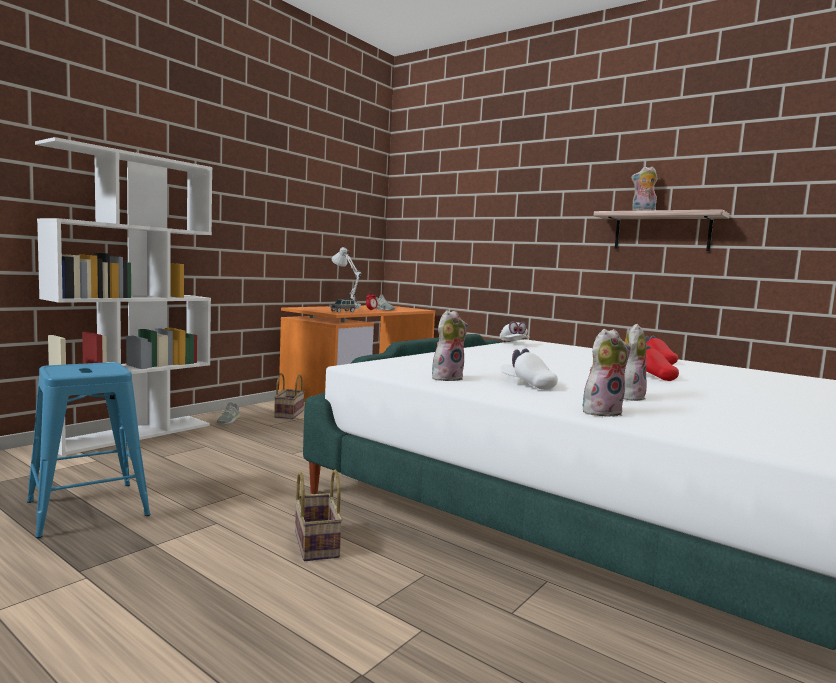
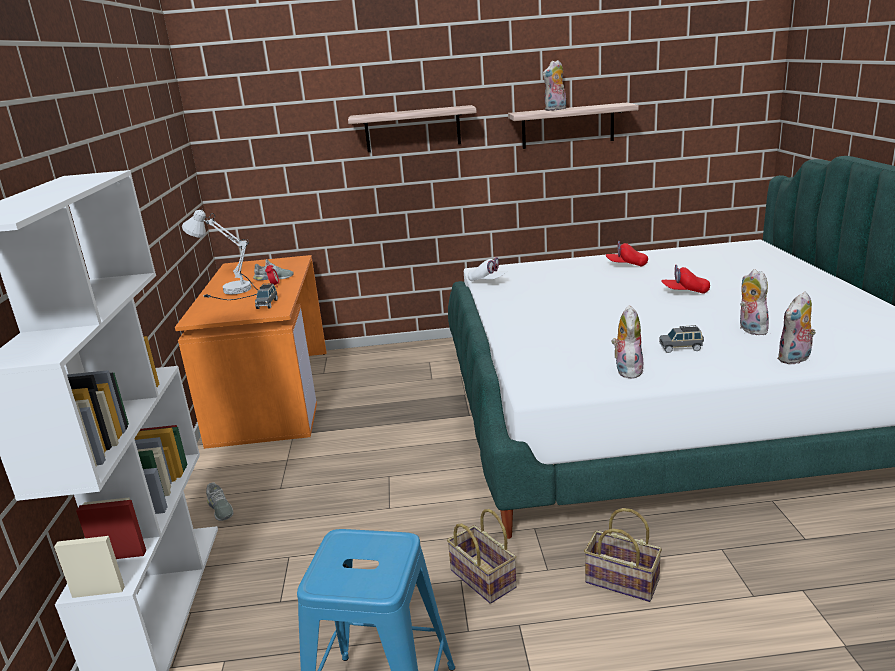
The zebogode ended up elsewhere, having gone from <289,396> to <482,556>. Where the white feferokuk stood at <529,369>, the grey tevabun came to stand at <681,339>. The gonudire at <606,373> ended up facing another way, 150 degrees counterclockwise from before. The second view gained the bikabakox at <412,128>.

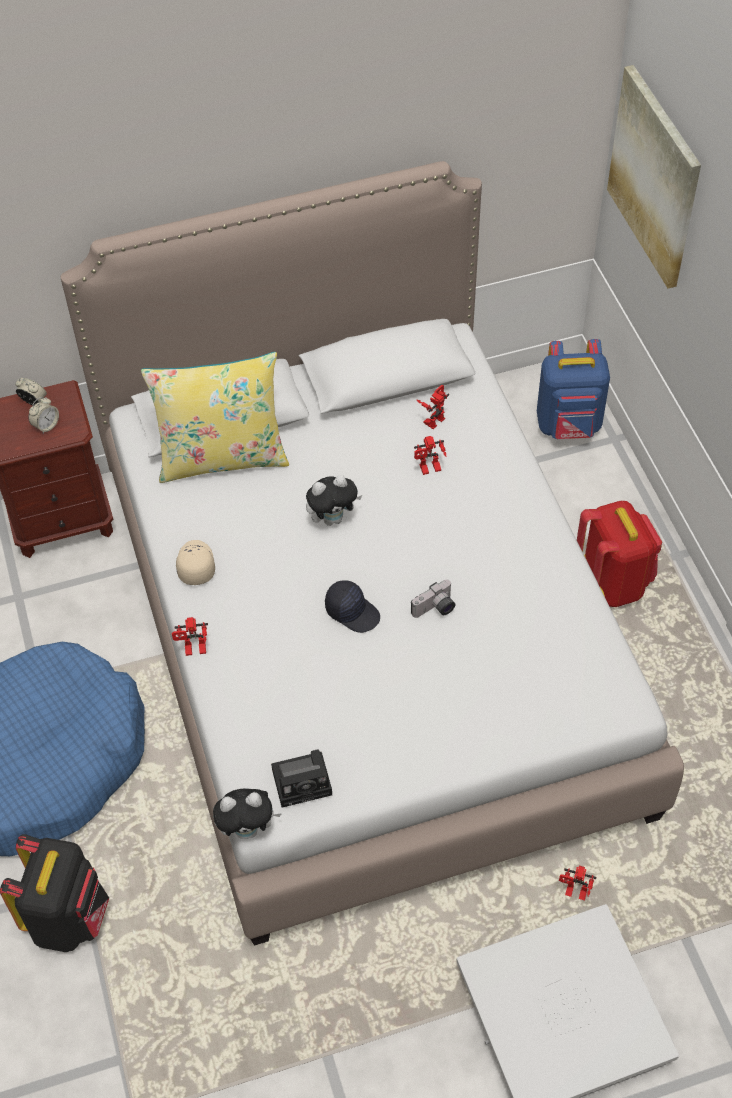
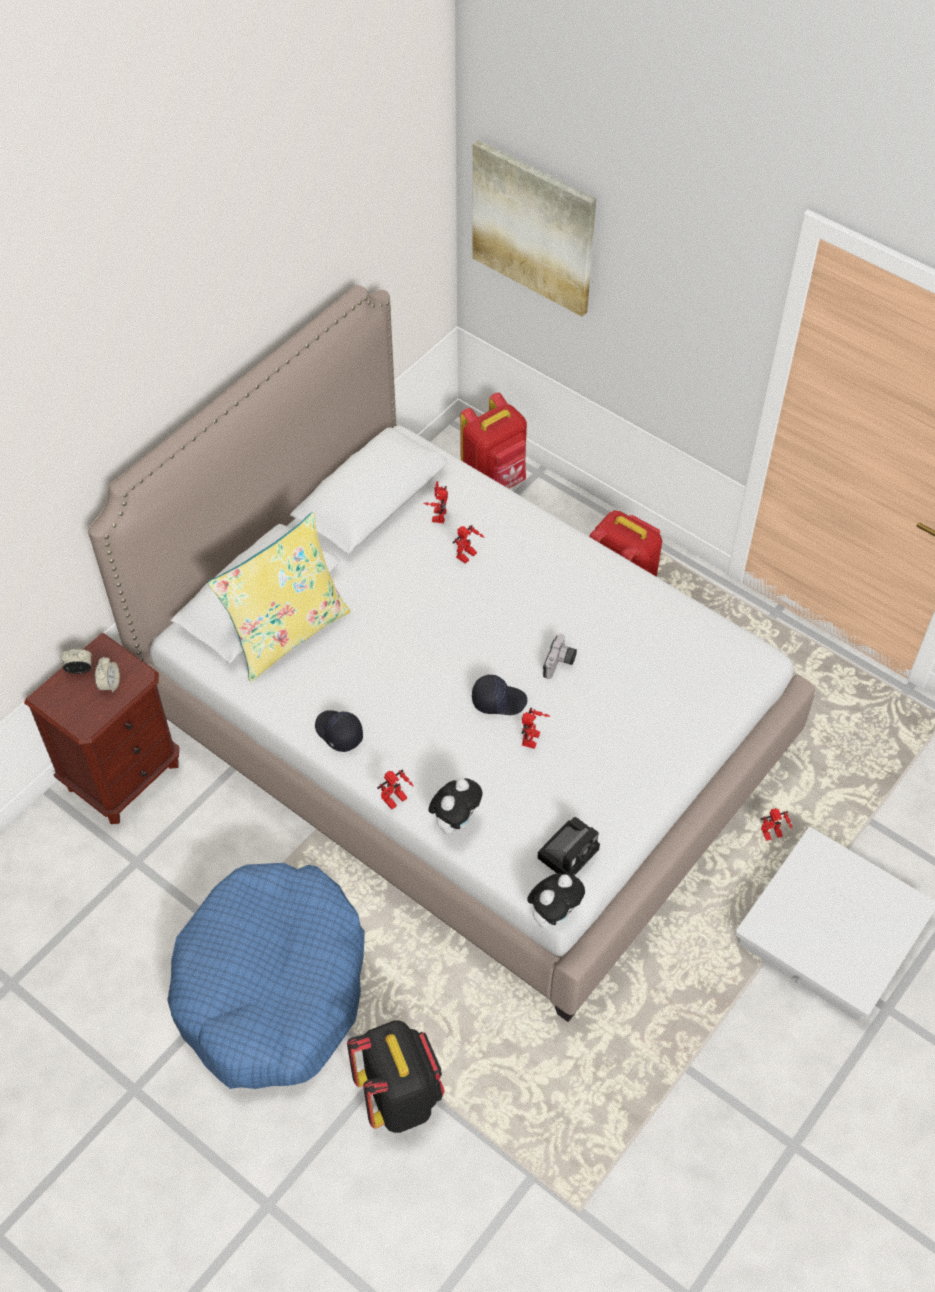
What was the beige feferokuk at <195,562> turned into the black feferokuk at <339,731>. The gonudire ended up elsewhere, having gone from <334,500> to <456,806>. What was the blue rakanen at <573,389> turned into the red rakanen at <493,441>. The second view gained the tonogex at <535,728>.

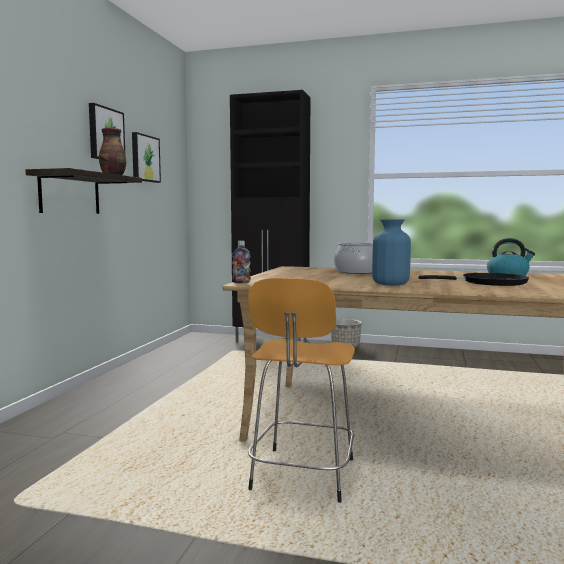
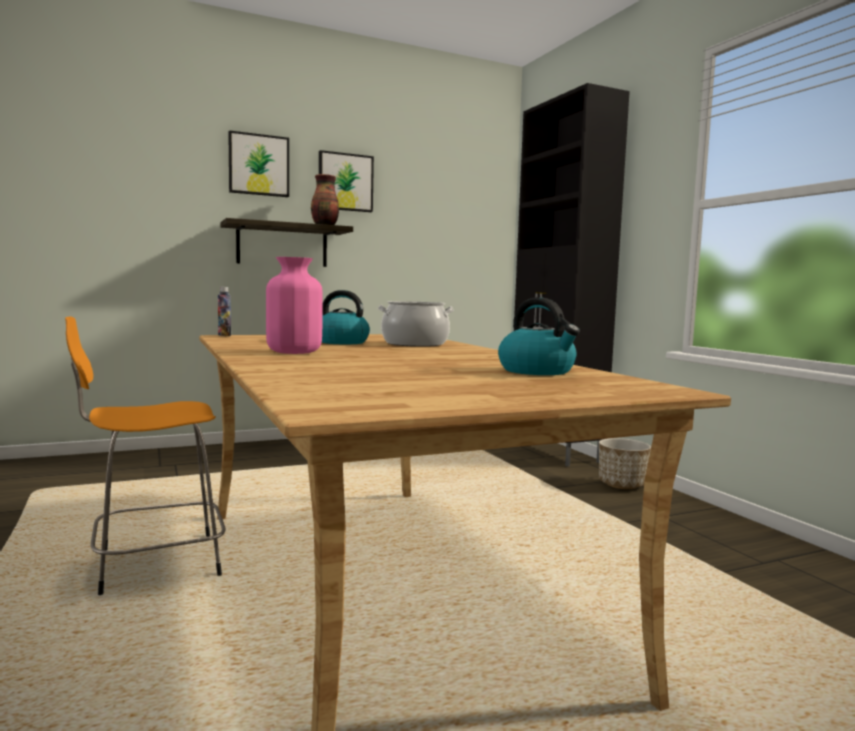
The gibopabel ended up elsewhere, having gone from <146,157> to <258,163>. What was the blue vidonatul at <391,252> turned into the pink vidonatul at <294,305>. The second view lost the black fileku at <473,279>. The second view gained the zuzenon at <346,317>.

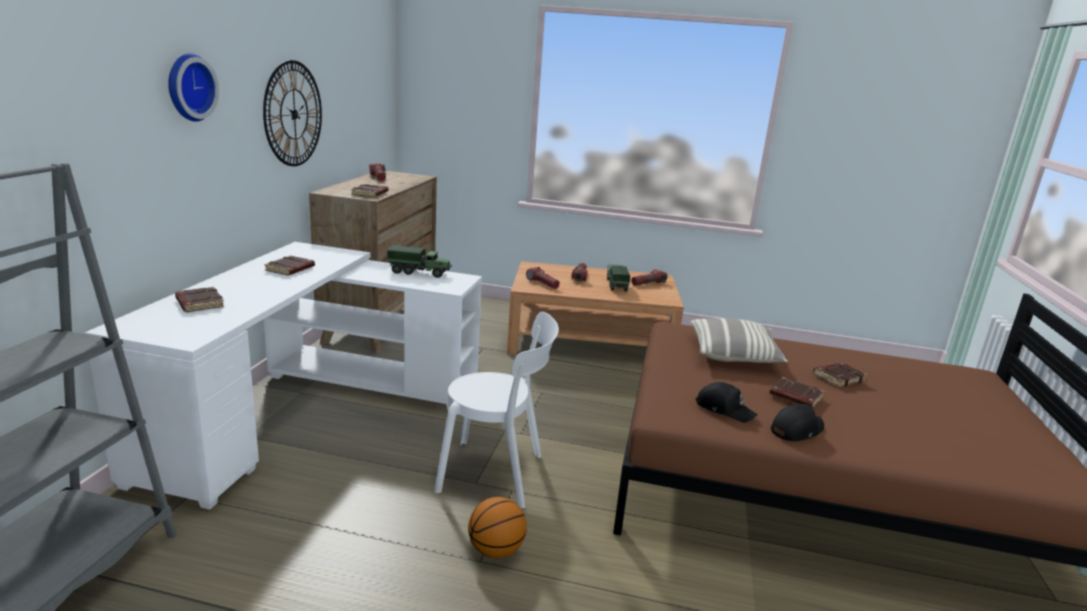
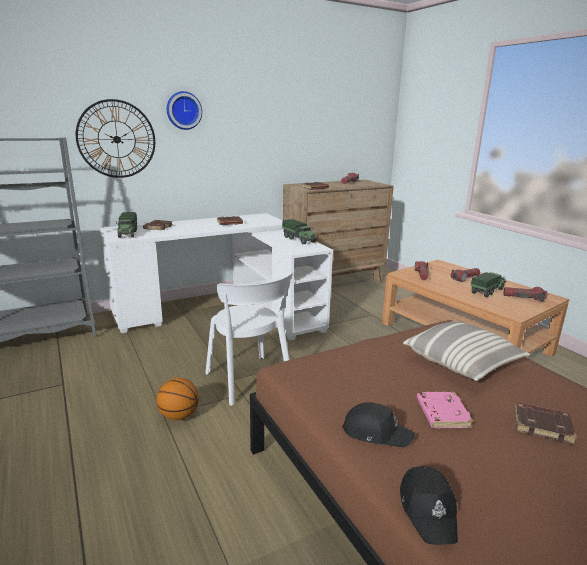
The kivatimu ended up elsewhere, having gone from <292,113> to <115,138>. The black feferokuk ended up elsewhere, having gone from <726,402> to <429,505>. What was the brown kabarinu at <797,392> turned into the pink kabarinu at <445,410>. The second view gained the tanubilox at <126,225>.

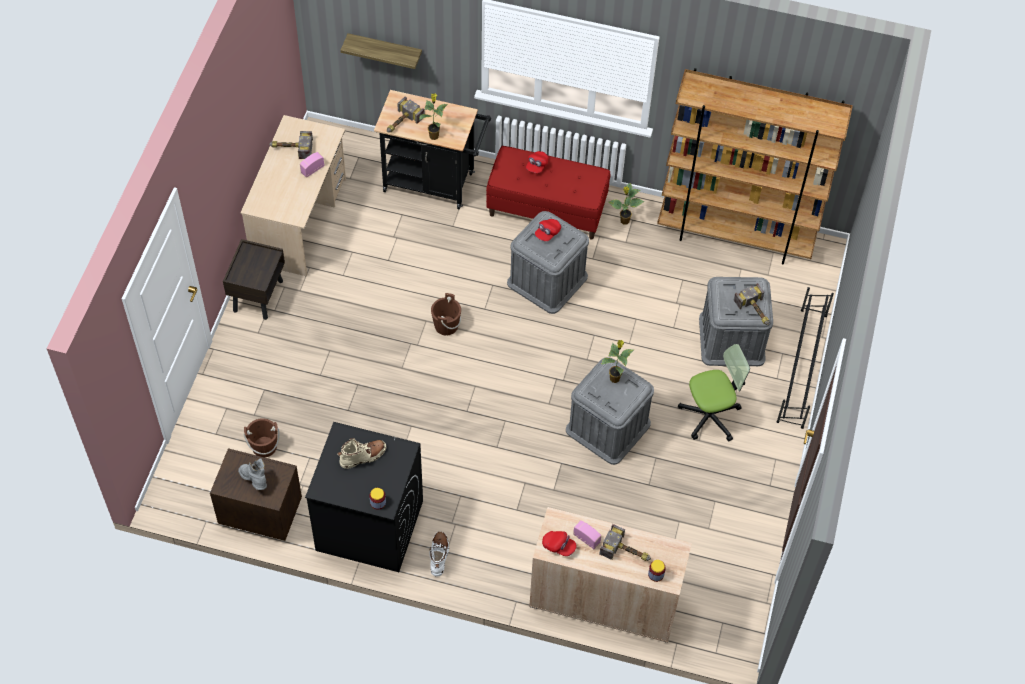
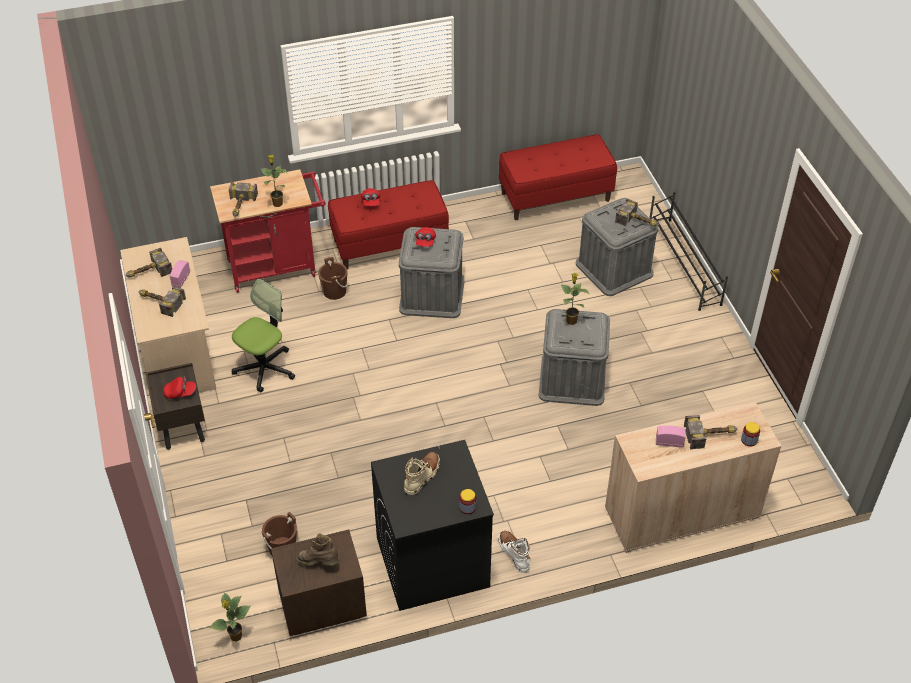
What was the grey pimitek at <252,474> turned into the brown pimitek at <318,549>. The second view lost the bikabakox at <381,51>. What was the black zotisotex at <432,149> turned into the red zotisotex at <268,231>. The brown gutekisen ended up elsewhere, having gone from <446,314> to <333,278>. The red feferokuk ended up elsewhere, having gone from <559,543> to <179,387>. The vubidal ended up elsewhere, having gone from <626,204> to <230,616>. Where the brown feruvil stood at <755,166>, the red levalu came to stand at <558,177>. The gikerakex ended up elsewhere, having gone from <714,393> to <263,335>. The second view gained the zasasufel at <162,301>.

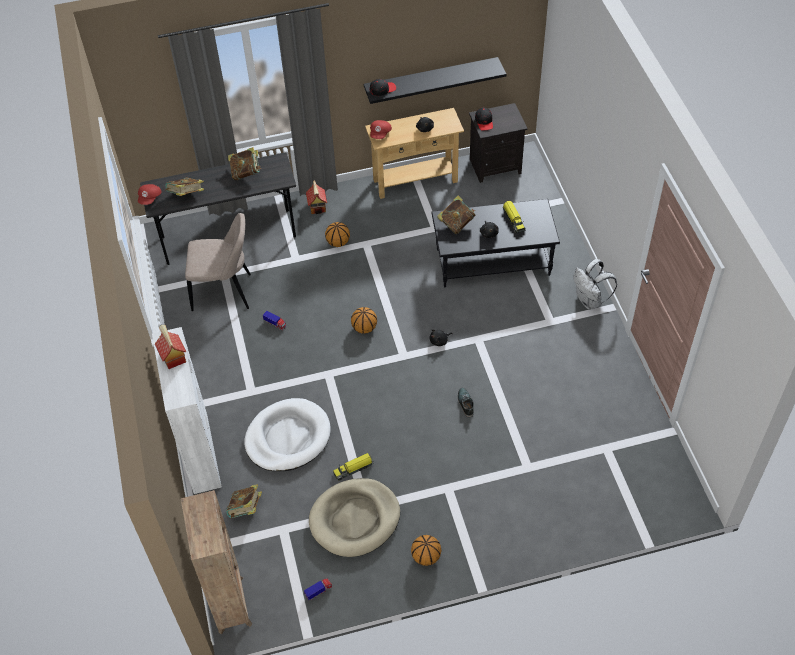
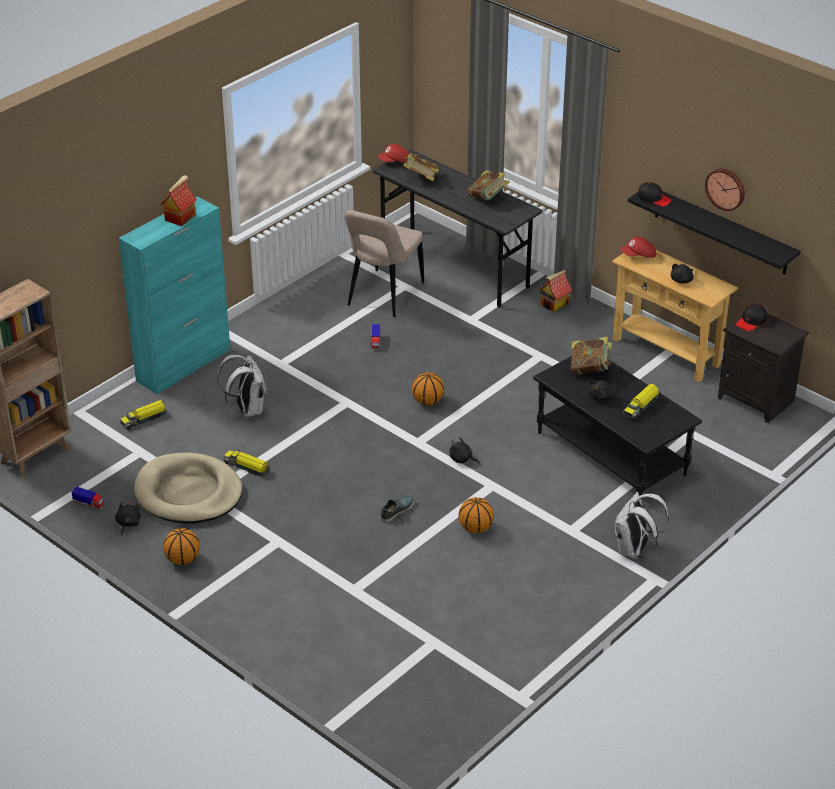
What was the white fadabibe at <187,410> turned into the turquoise fadabibe at <174,295>. The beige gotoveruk at <218,262> ended up facing another way, 60 degrees clockwise from before. Where the kabarinu stood at <244,501>, the tanubilox came to stand at <143,415>. Where the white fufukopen stood at <287,434>, the white rakanen came to stand at <241,386>. The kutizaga ended up elsewhere, having gone from <337,234> to <476,515>. The second view gained the black gonudire at <128,518>. The second view gained the kivatimu at <725,189>.

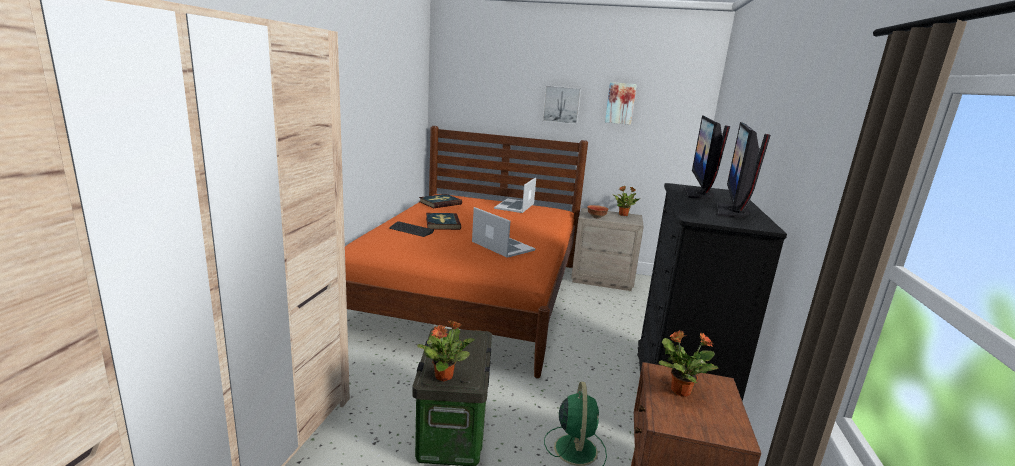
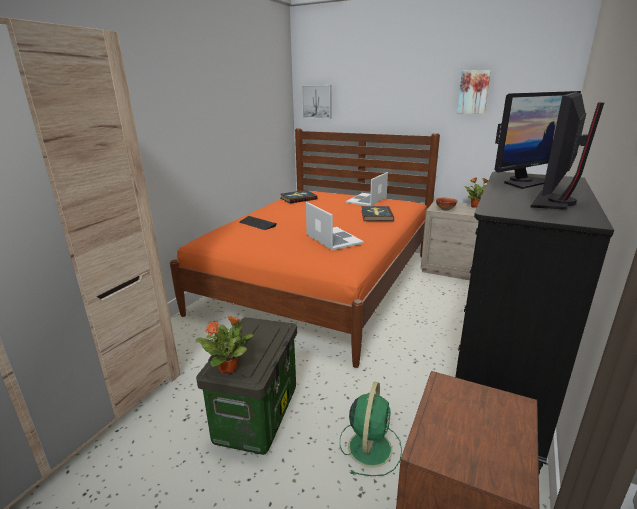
The kabarinu ended up elsewhere, having gone from <443,221> to <378,213>. The gibopabel ended up elsewhere, having gone from <561,105> to <317,102>. The second view lost the vubidal at <688,363>. The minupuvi at <707,157> ended up facing another way, 150 degrees counterclockwise from before.

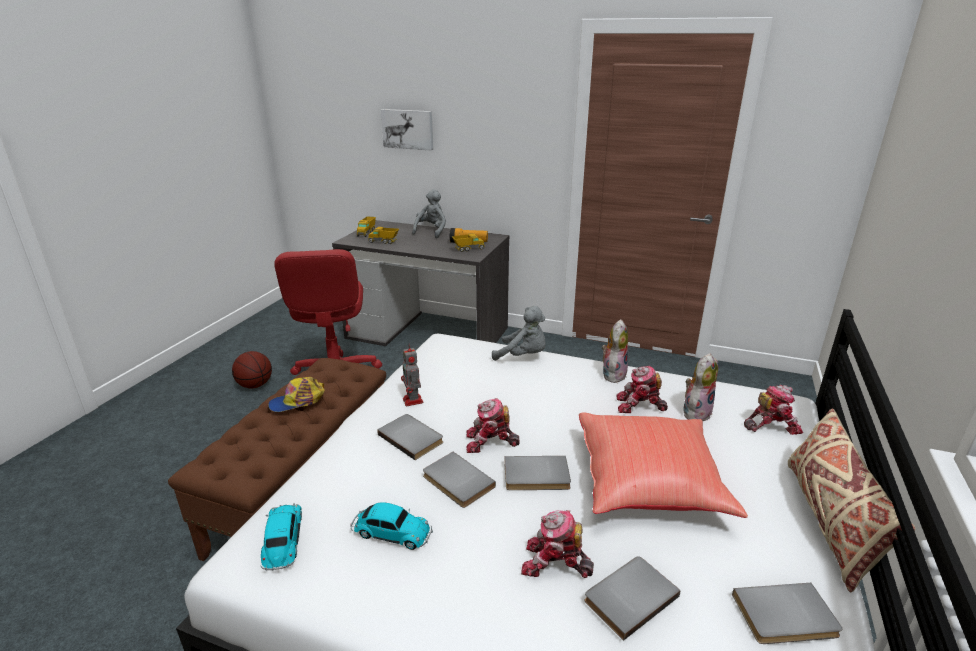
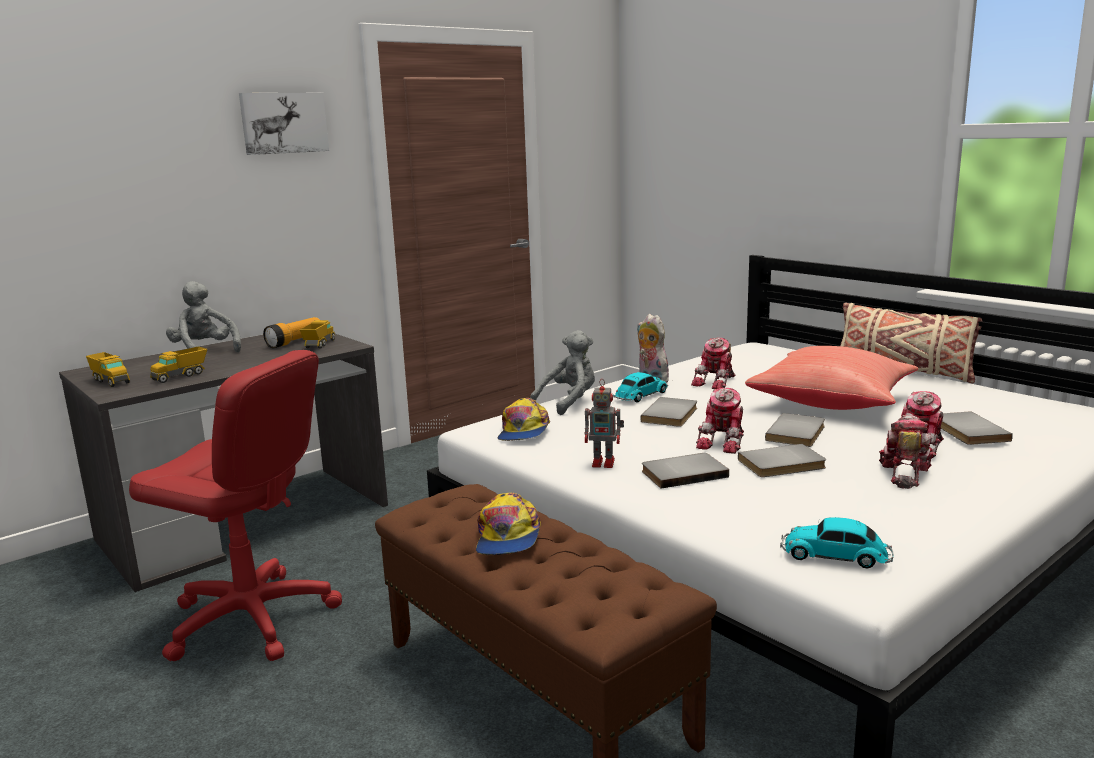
The second view lost the kutizaga at <252,369>. The tevabun ended up elsewhere, having gone from <391,526> to <640,387>. The gibopabel ended up elsewhere, having gone from <407,129> to <284,124>. The second view lost the gonudire at <700,387>. The grey kabarinu ended up elsewhere, having gone from <787,613> to <668,412>. The tonogex ended up elsewhere, having gone from <773,410> to <906,451>. The second view gained the feferokuk at <524,419>.

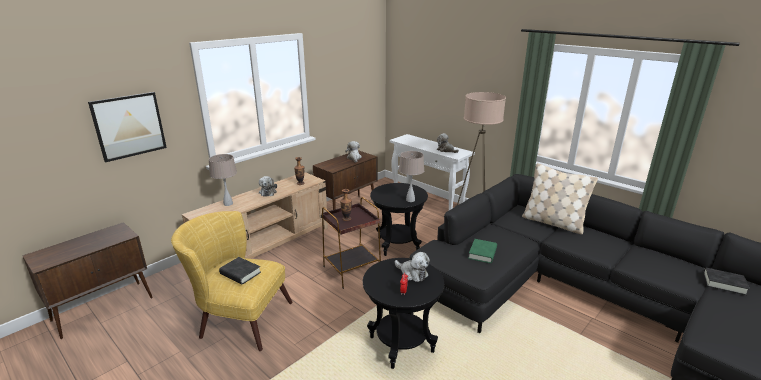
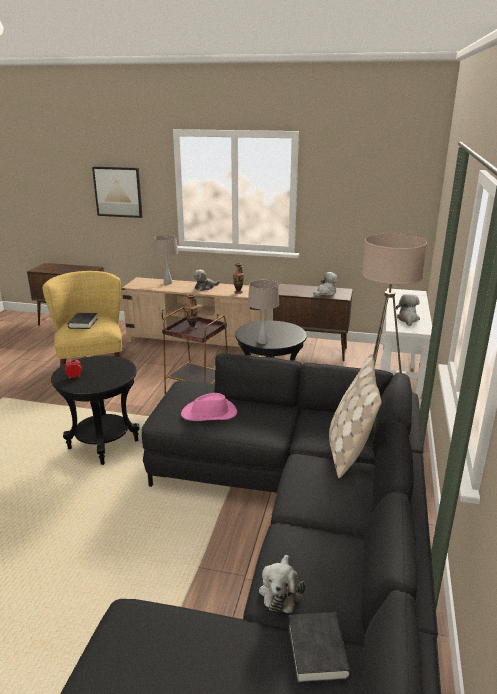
The gonudire ended up elsewhere, having gone from <412,267> to <282,584>. Where the green kabarinu stood at <482,251>, the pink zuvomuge came to stand at <209,407>.

